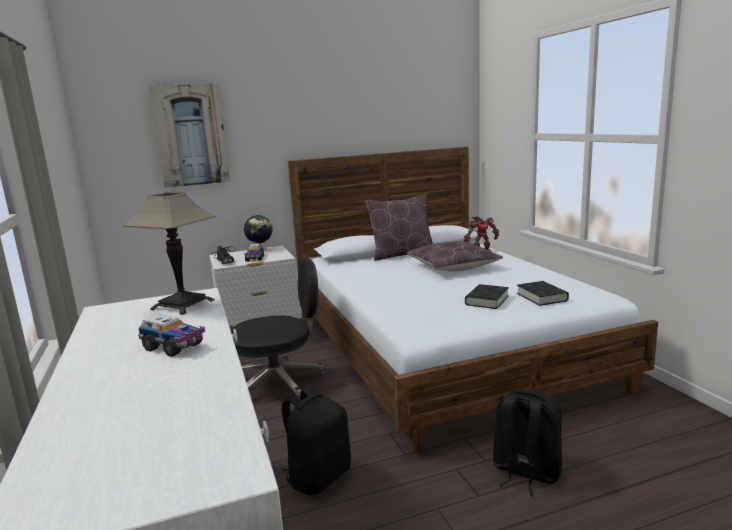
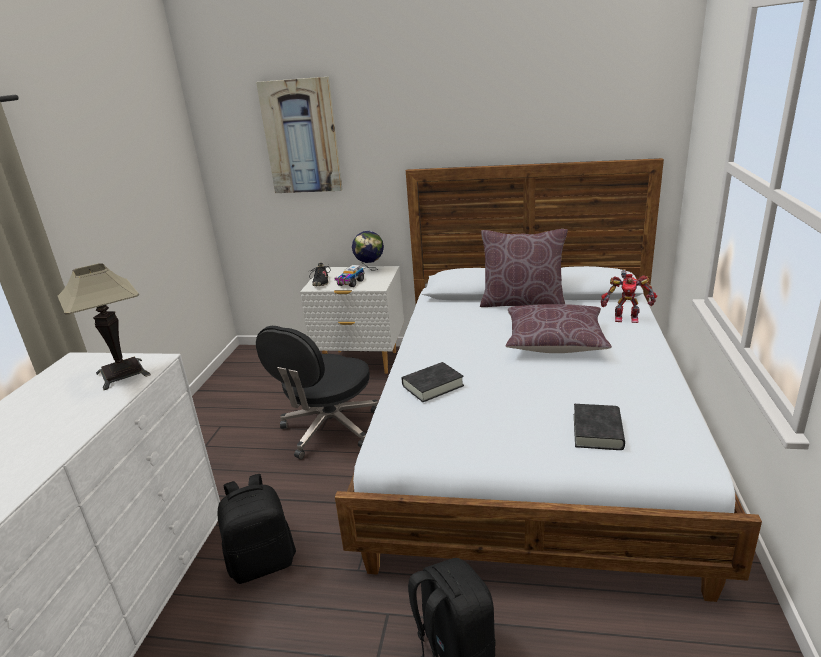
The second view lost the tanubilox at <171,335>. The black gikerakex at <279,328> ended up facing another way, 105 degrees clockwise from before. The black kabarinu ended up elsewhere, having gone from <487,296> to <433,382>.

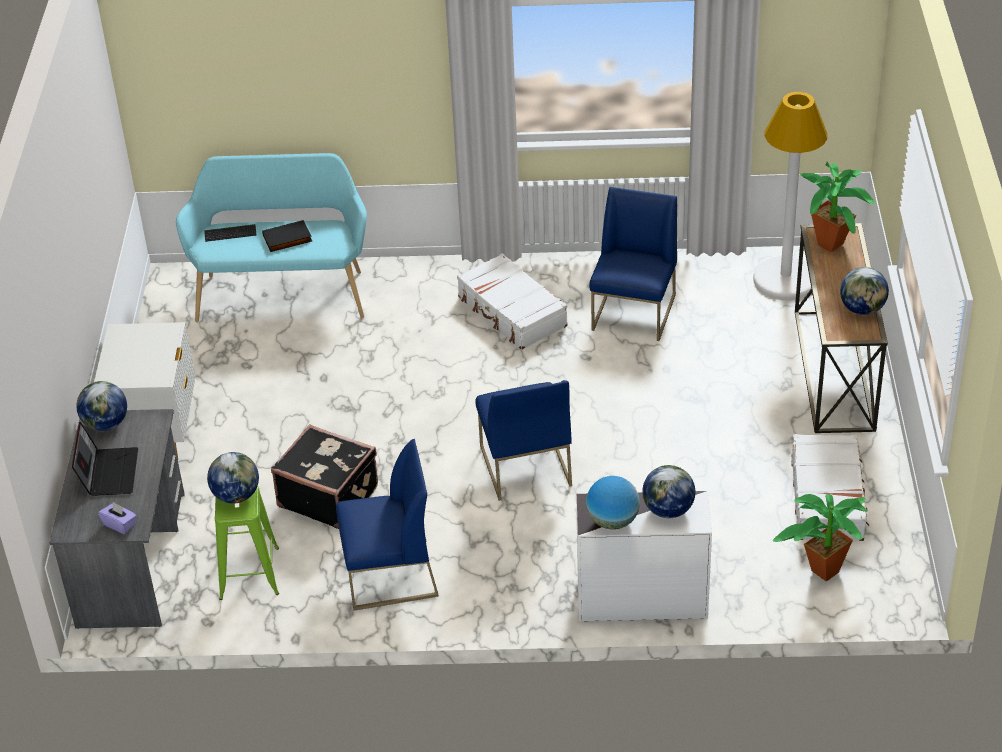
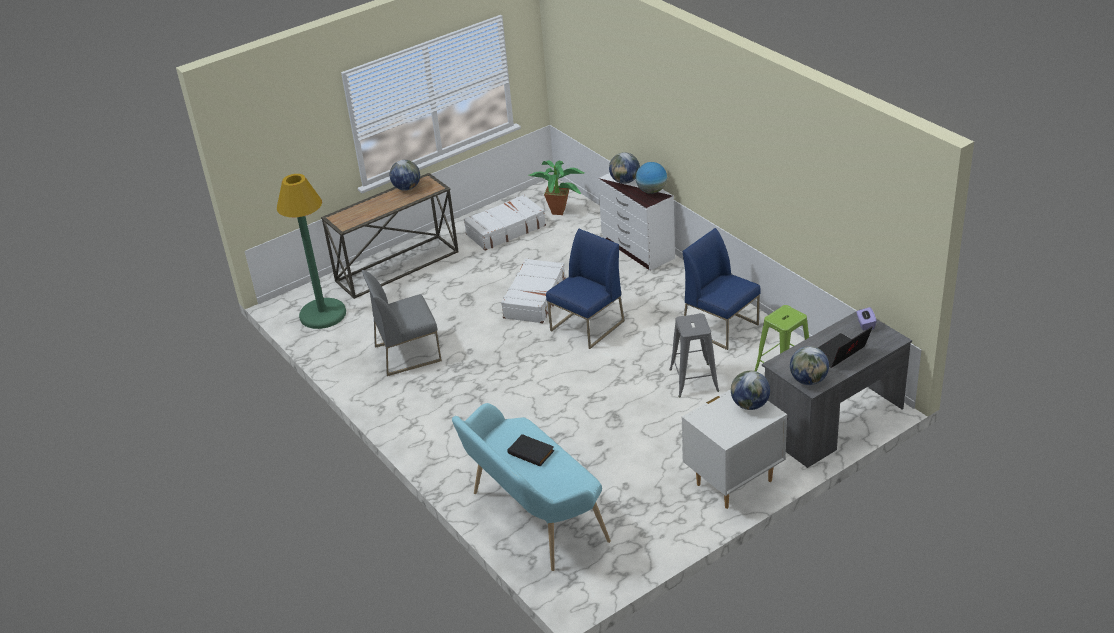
The second view lost the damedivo at <230,233>. The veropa ended up elsewhere, having gone from <233,478> to <750,390>. Where the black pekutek stood at <324,476>, the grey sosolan came to stand at <694,355>. The white pekutek ended up elsewhere, having gone from <512,301> to <533,290>. What was the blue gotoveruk at <633,264> turned into the grey gotoveruk at <401,323>. What was the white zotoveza at <790,196> turned into the green zotoveza at <311,251>. The second view lost the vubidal at <837,207>.

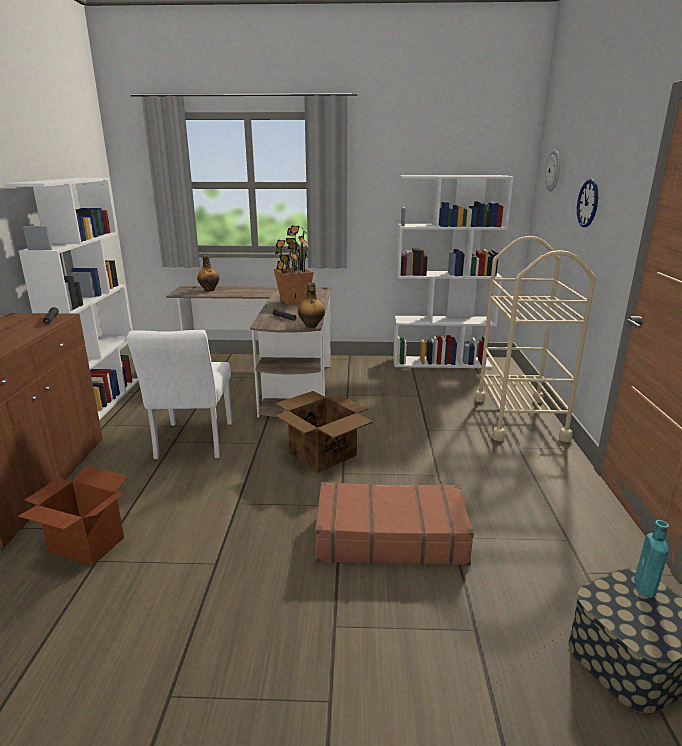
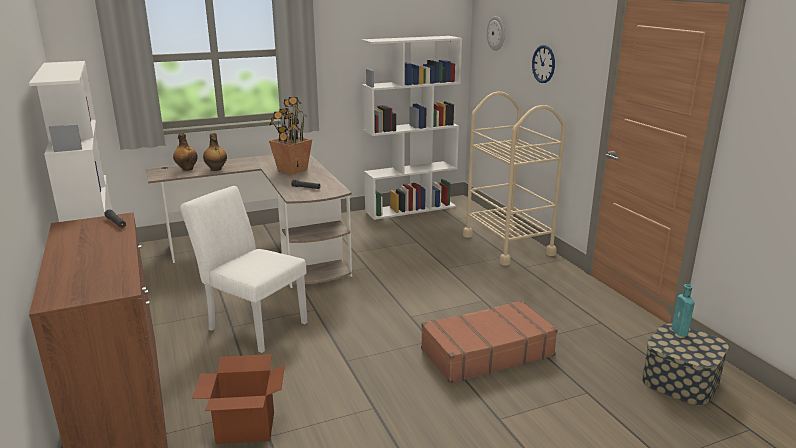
The white gotoveruk at <179,394> ended up facing another way, 150 degrees clockwise from before. The second view lost the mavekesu at <324,432>. The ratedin ended up elsewhere, having gone from <311,305> to <215,152>.

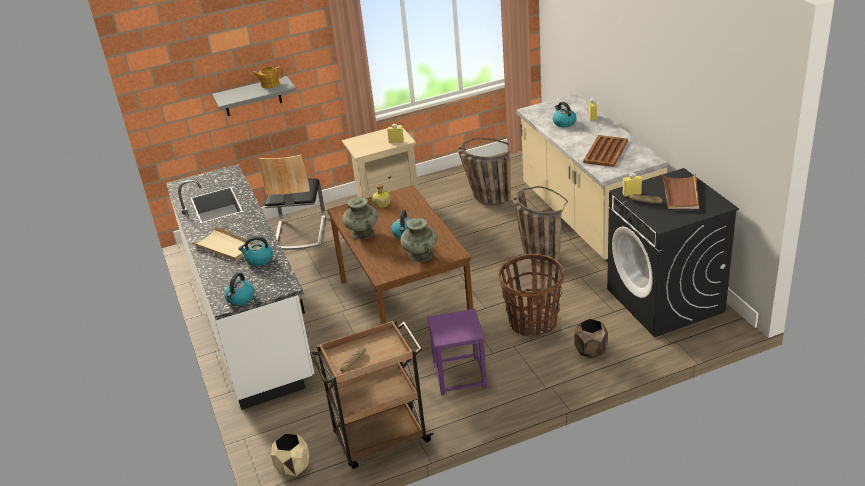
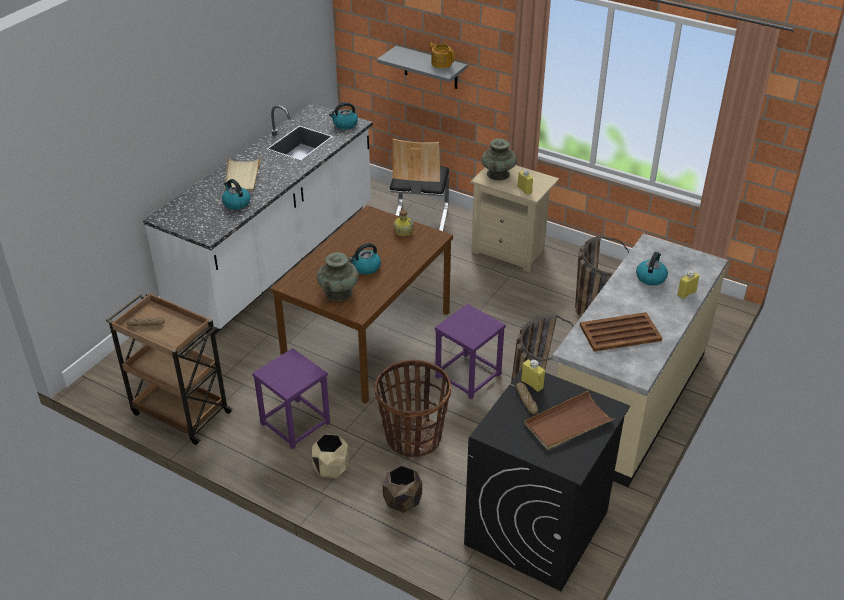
The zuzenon ended up elsewhere, having gone from <239,289> to <343,115>. The gotoveruk at <291,202> ended up facing another way, 45 degrees counterclockwise from before. The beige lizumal ended up elsewhere, having gone from <290,455> to <330,456>. The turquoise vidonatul ended up elsewhere, having gone from <360,218> to <499,160>. The second view gained the purple sosolan at <470,351>.

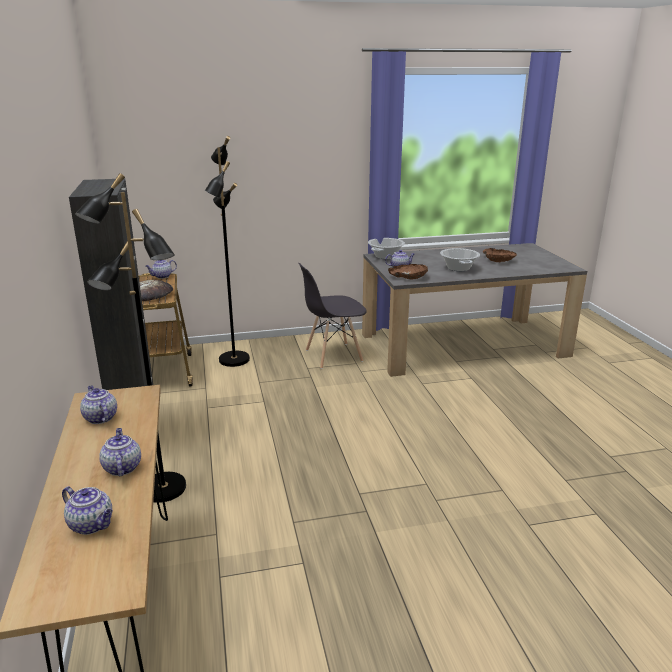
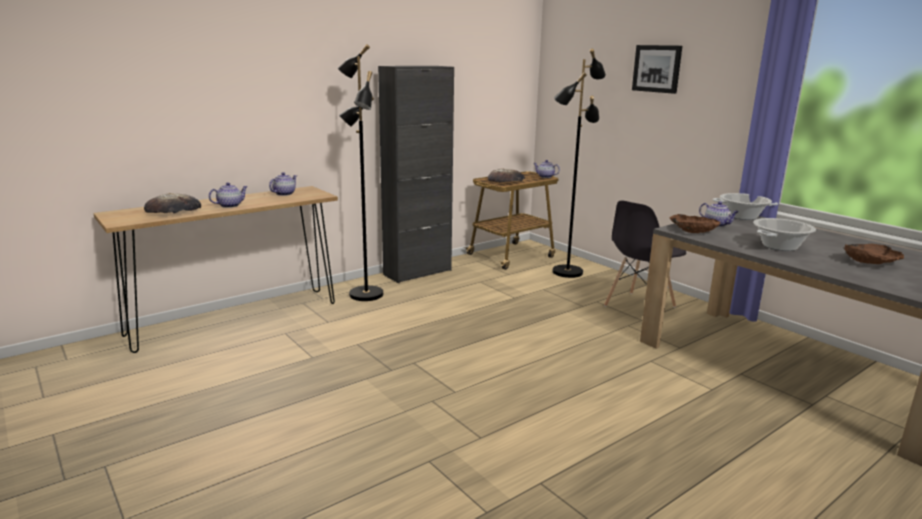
Where the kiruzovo stood at <87,510>, the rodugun came to stand at <172,203>. The grey gotoveruk at <332,315> ended up facing another way, 90 degrees counterclockwise from before. The second view gained the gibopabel at <657,69>.

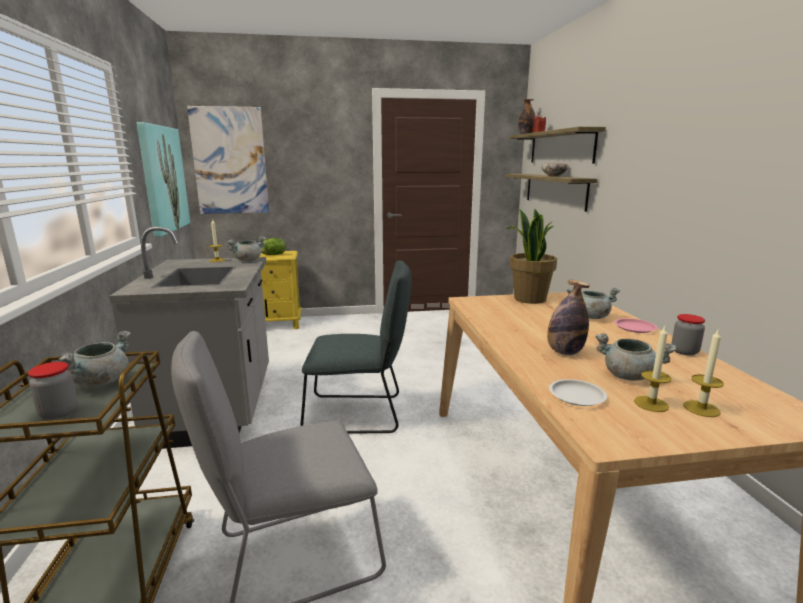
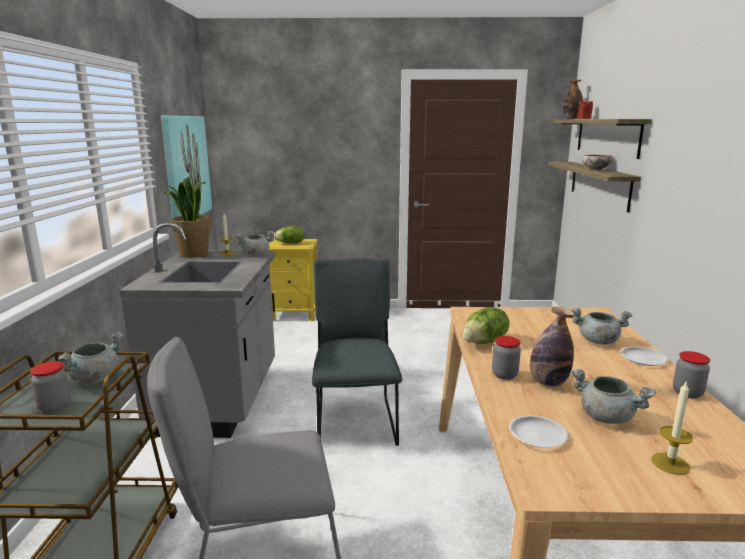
The second view lost the gibopabel at <228,160>. The grey gotoveruk at <355,347> ended up facing another way, 105 degrees counterclockwise from before. The vubidal ended up elsewhere, having gone from <532,256> to <187,217>. What was the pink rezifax at <635,325> turned into the white rezifax at <644,356>. The second view lost the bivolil at <653,369>. The second view gained the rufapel at <486,325>. The second view gained the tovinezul at <506,358>.

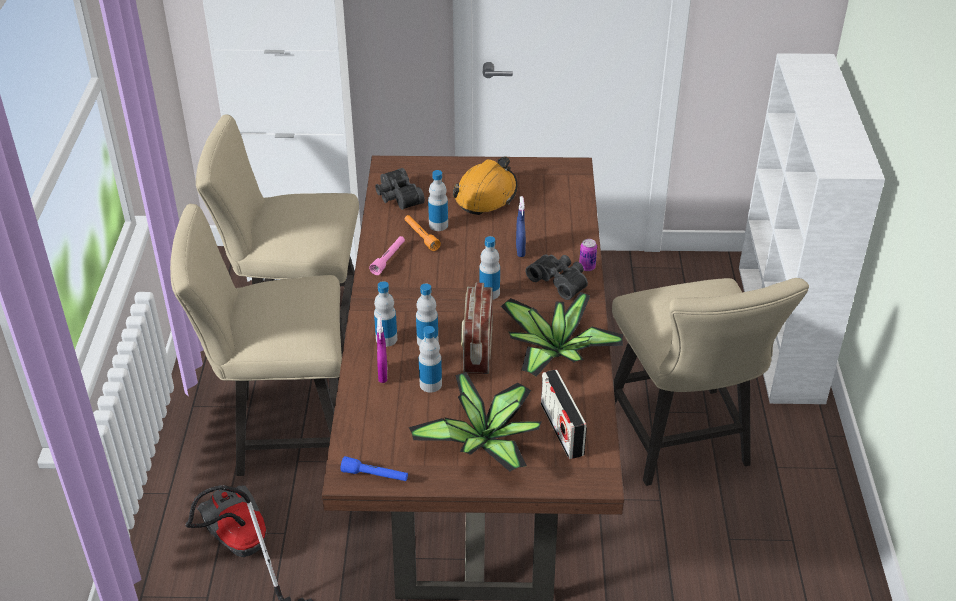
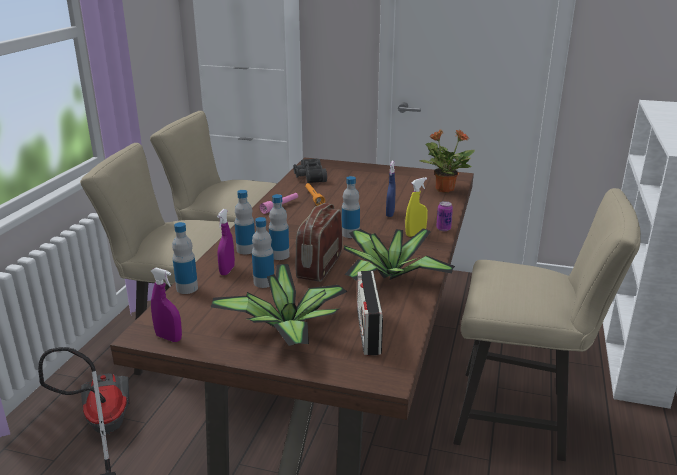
Where the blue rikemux stood at <374,468>, the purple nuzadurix came to stand at <166,304>. The ratedin ended up elsewhere, having gone from <438,200> to <185,258>. The second view lost the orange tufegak at <485,185>. Where the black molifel stood at <557,277>, the yellow nuzadurix came to stand at <416,207>. The beige gotoveruk at <710,382> ended up facing another way, 75 degrees counterclockwise from before. The second view gained the vubidal at <447,161>.

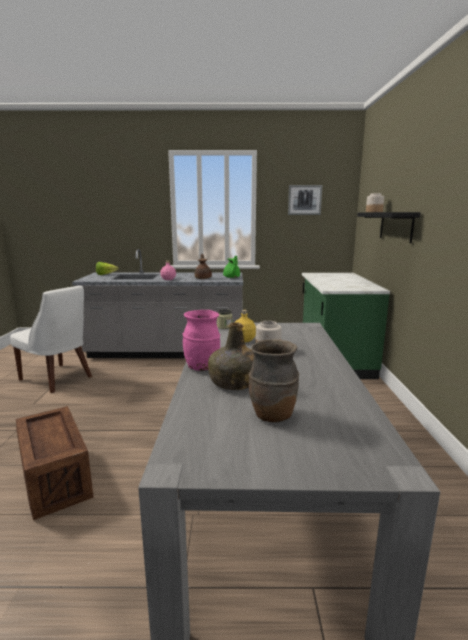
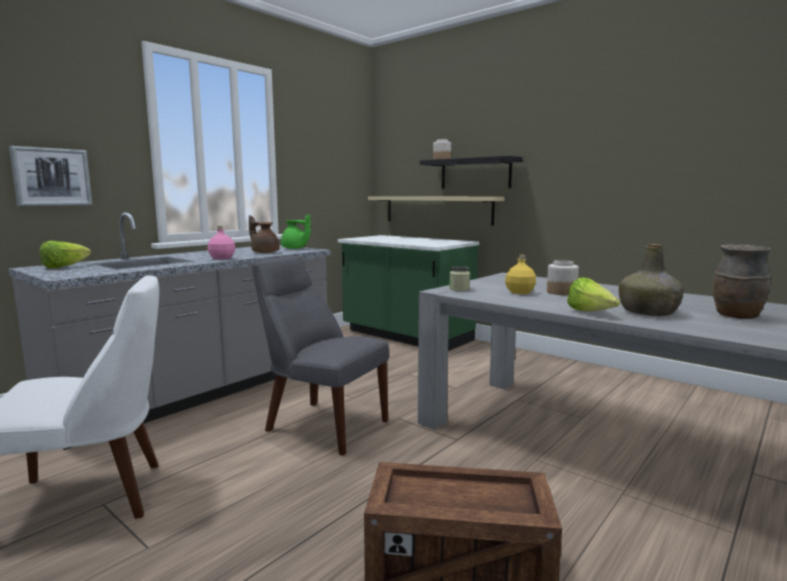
Where the pink vidonatul stood at <201,340>, the rufapel came to stand at <593,294>. The gibopabel ended up elsewhere, having gone from <305,200> to <51,176>. The second view gained the grey gotoveruk at <320,355>. The second view gained the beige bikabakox at <436,211>.

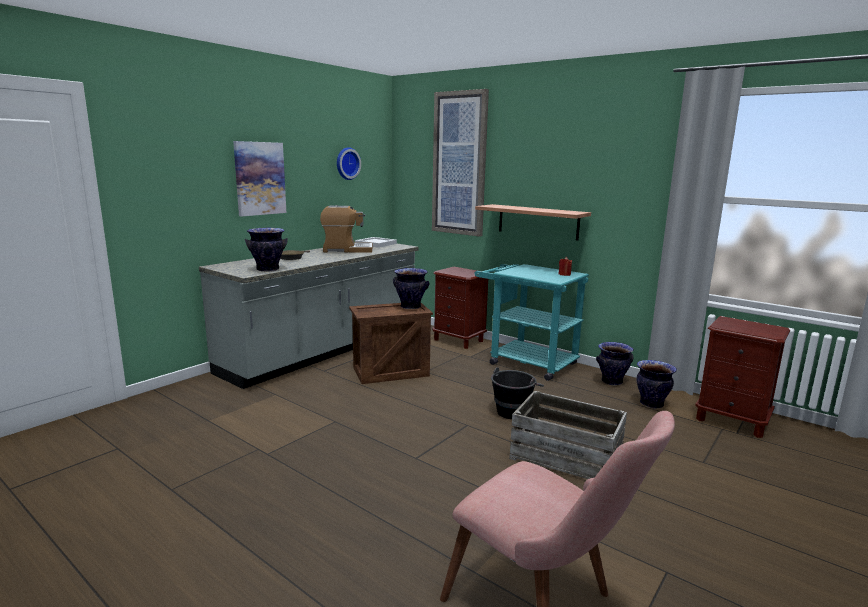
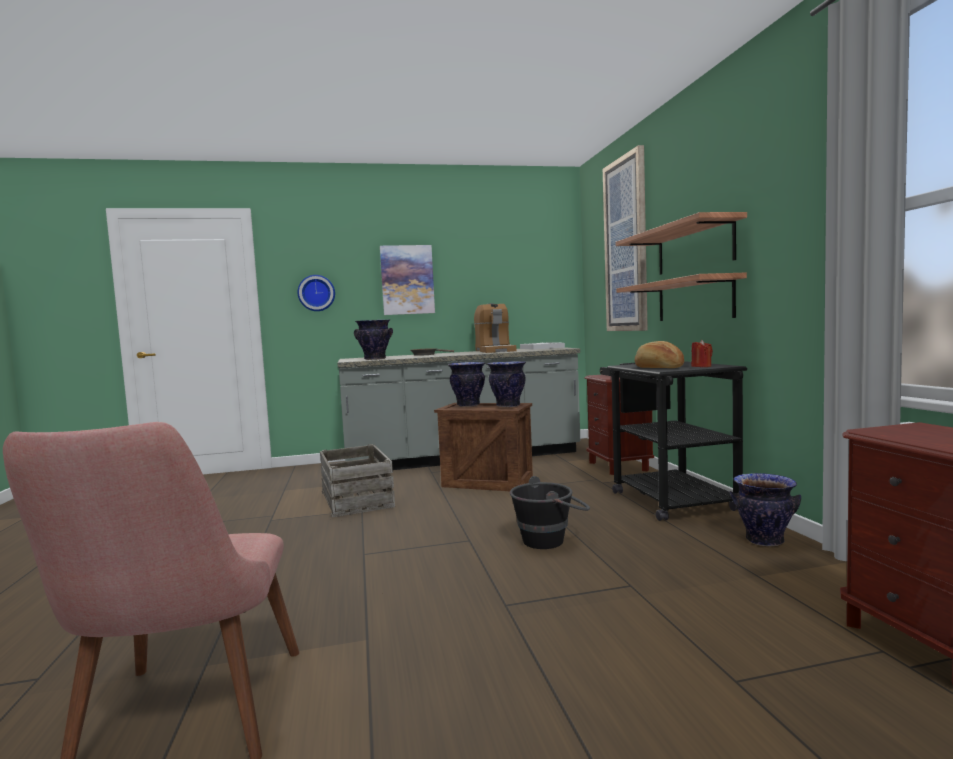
The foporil at <346,229> ended up facing another way, 45 degrees clockwise from before. The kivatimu ended up elsewhere, having gone from <349,163> to <316,293>. What was the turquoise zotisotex at <532,322> turned into the black zotisotex at <673,441>. The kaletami ended up elsewhere, having gone from <568,435> to <357,480>. The vidonatul ended up elsewhere, having gone from <657,384> to <466,384>. The second view gained the bikabakox at <681,243>. The second view gained the rodugun at <659,354>.

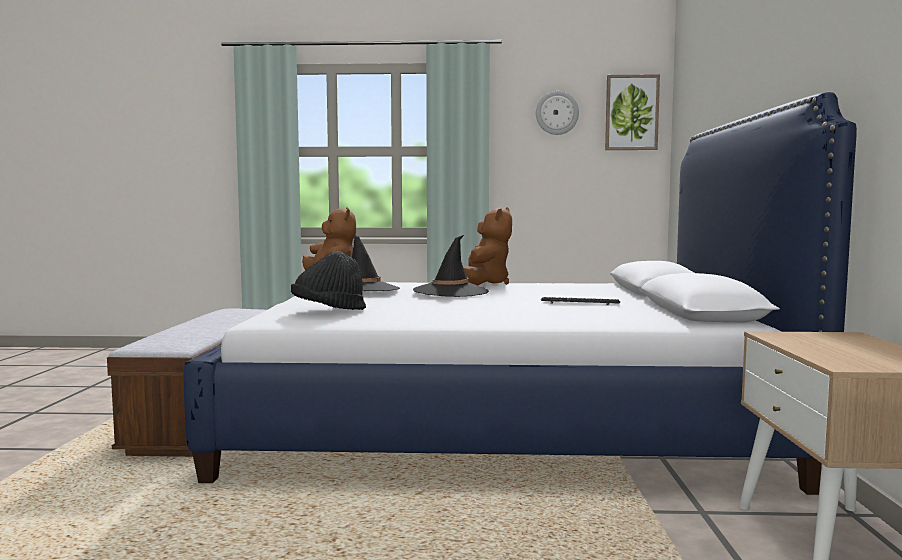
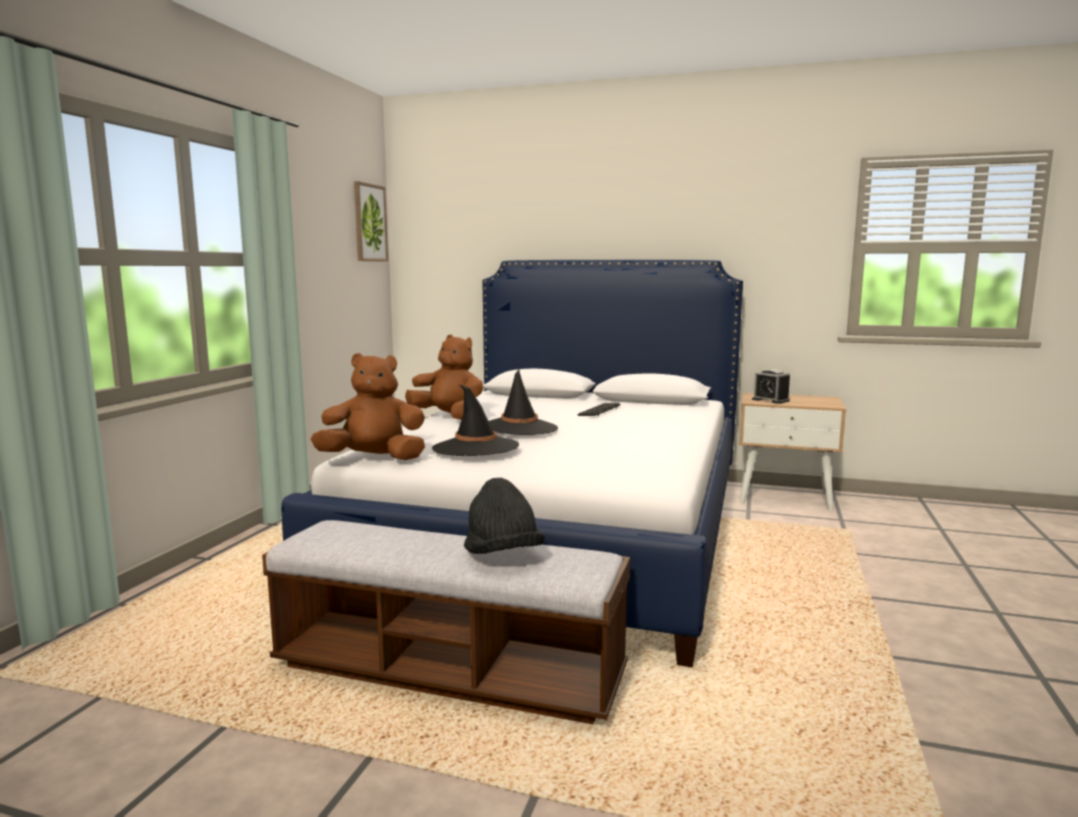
The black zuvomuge ended up elsewhere, having gone from <328,280> to <504,516>. The second view lost the kivatimu at <557,113>. The second view gained the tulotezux at <771,386>.

